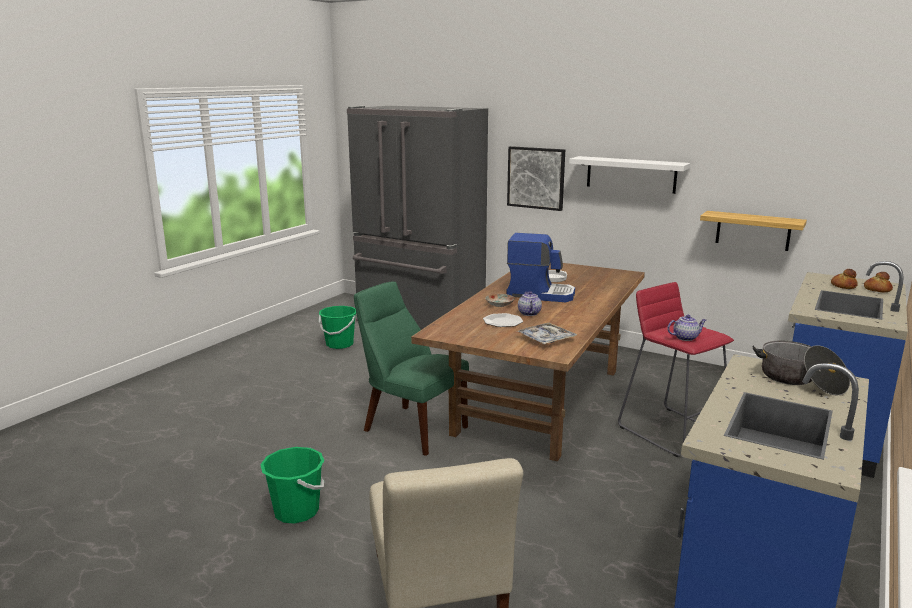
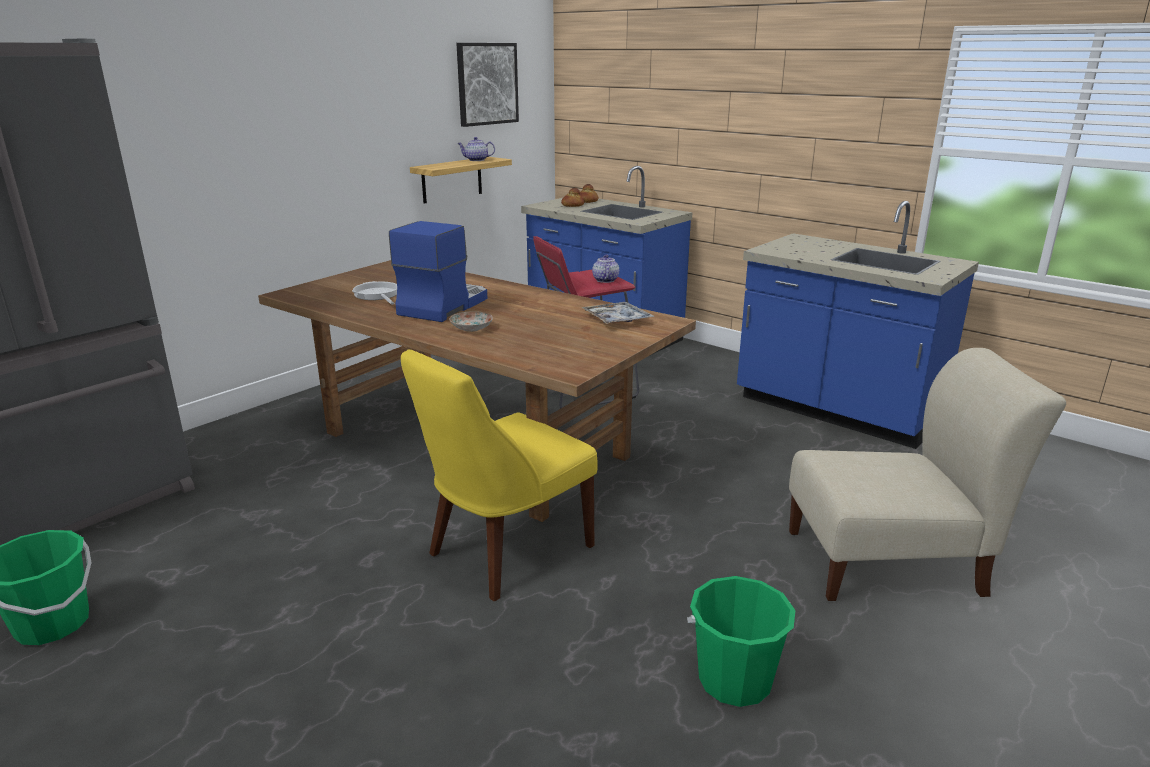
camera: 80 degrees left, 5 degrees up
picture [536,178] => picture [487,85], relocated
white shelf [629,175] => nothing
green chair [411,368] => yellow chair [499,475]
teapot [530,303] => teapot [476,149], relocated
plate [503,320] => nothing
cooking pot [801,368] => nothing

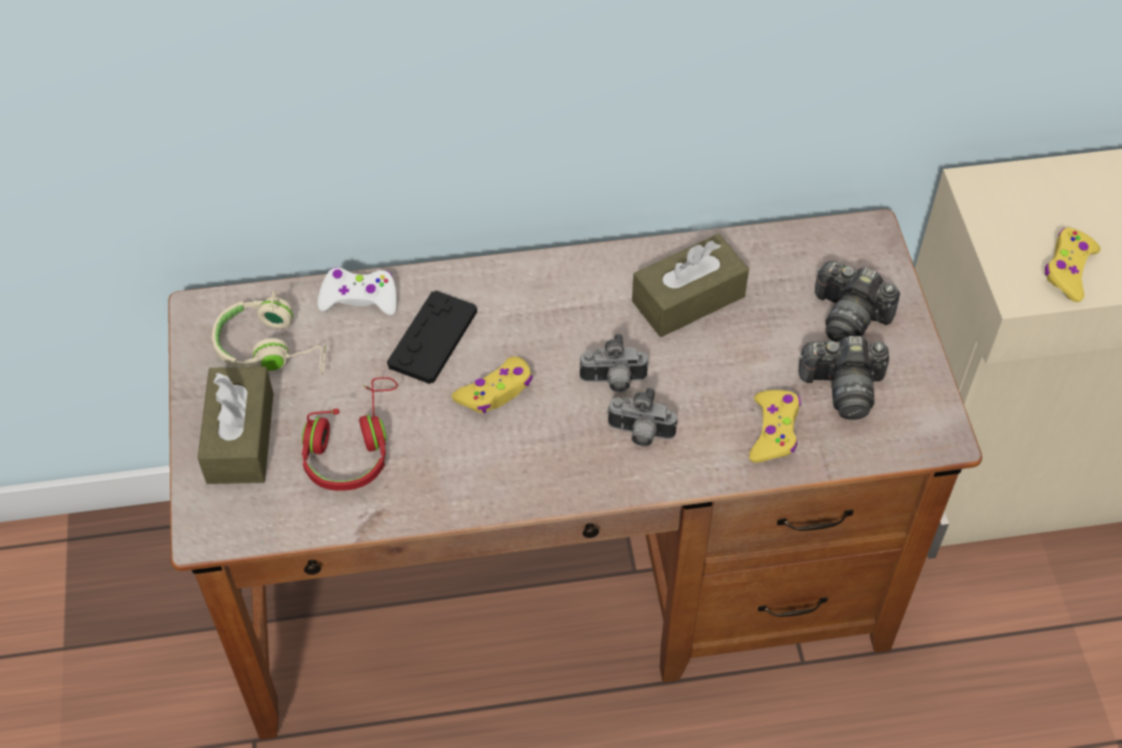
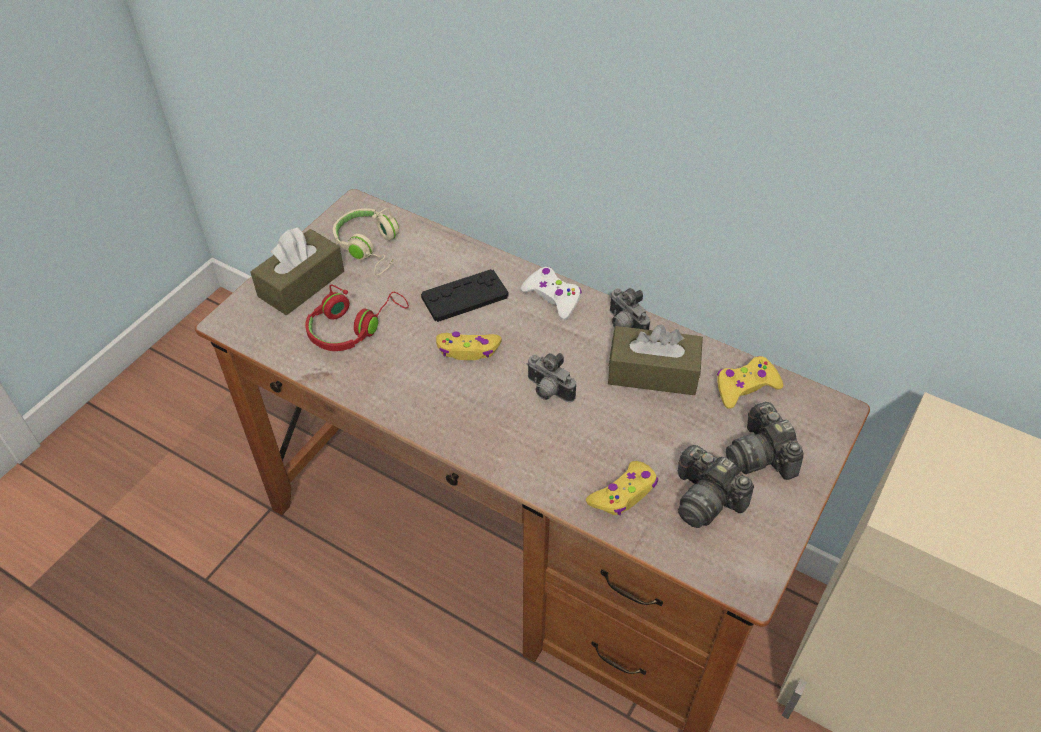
camera: 40 degrees right, 5 degrees down
yellow game controller [1073,265] => yellow game controller [750,382], relocated
white game controller [357,291] => white game controller [551,293], relocated
photo camera [642,416] => photo camera [630,309], relocated

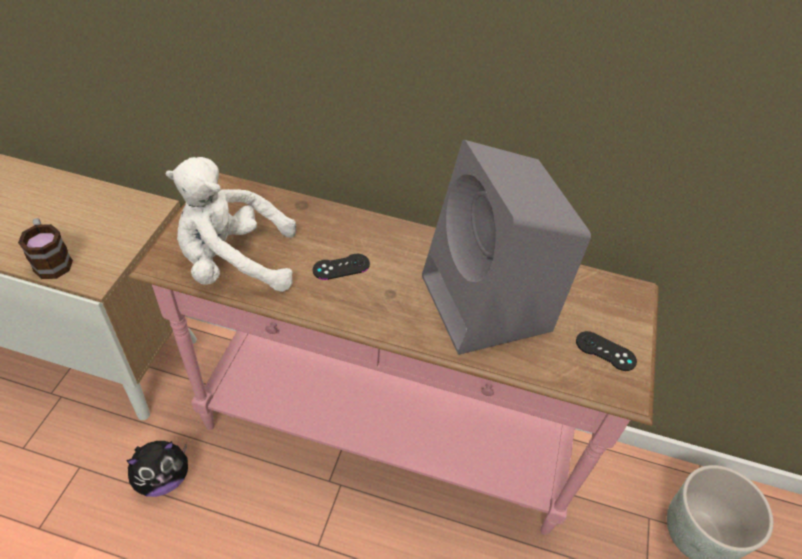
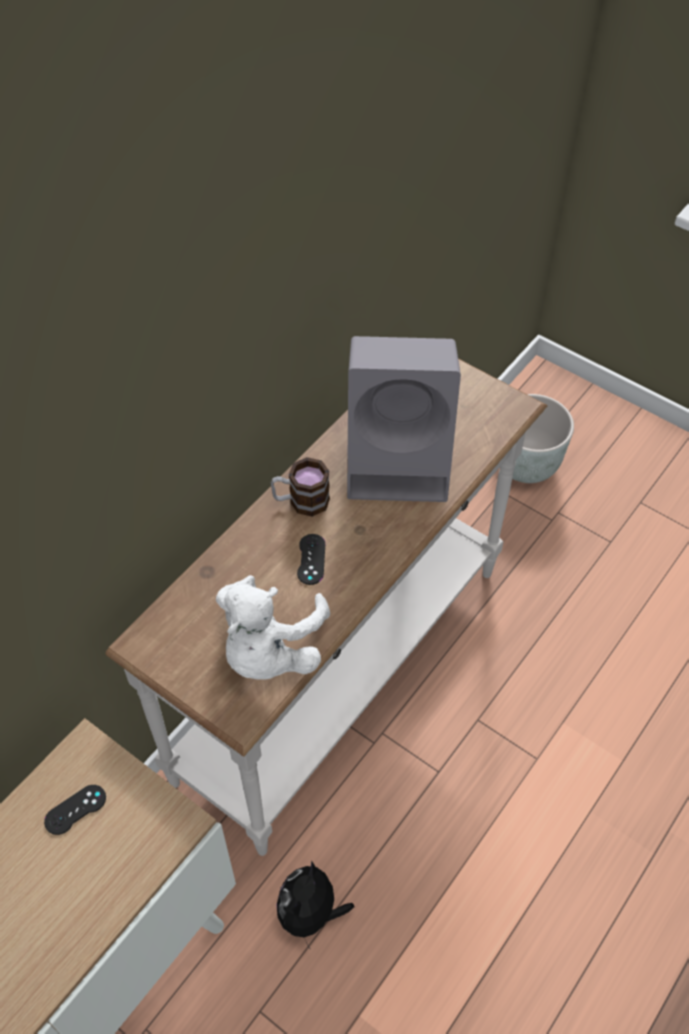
camera: 65 degrees left, 5 degrees up
pink console table [393,354] => white console table [326,607]
mug [45,248] => mug [300,487], relocated
black game controller [606,351] => black game controller [75,810], relocated
plush toy [157,469] => plush toy [316,905], 150 degrees counterclockwise

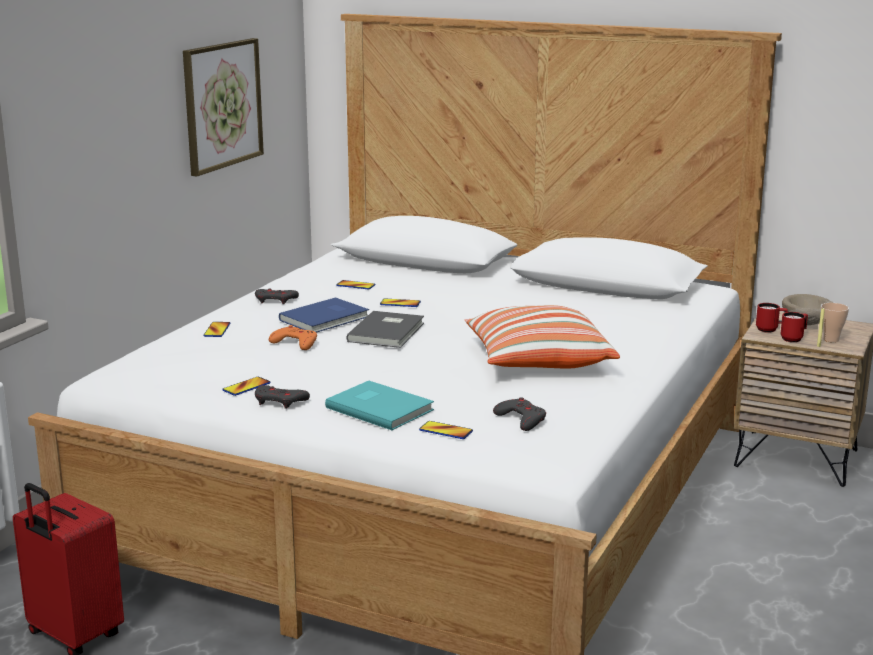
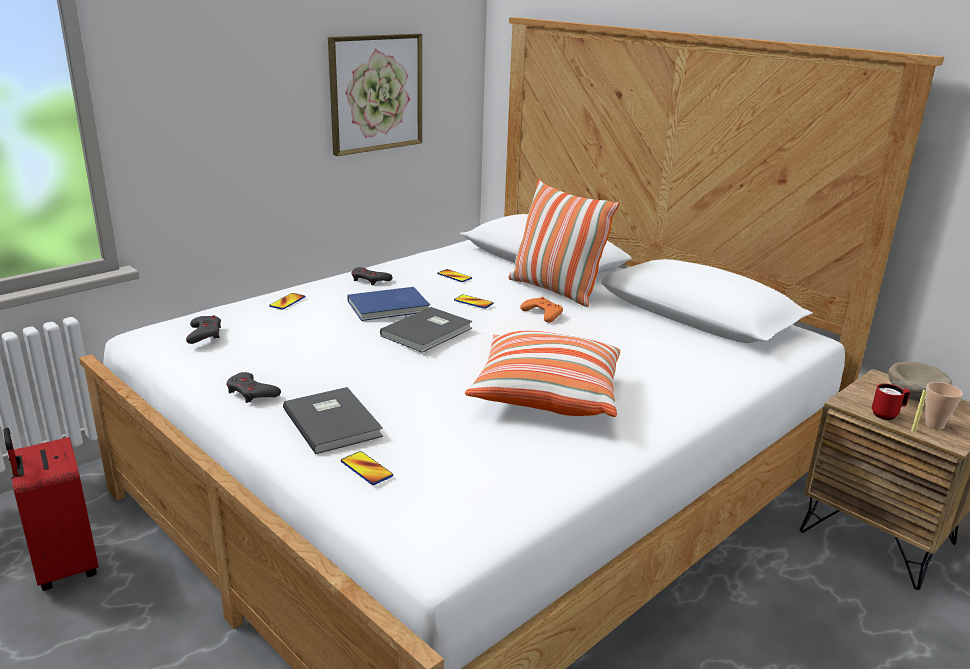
camera: 20 degrees right, 5 degrees up
red mug [772,318] => nothing
orange game controller [293,337] => orange game controller [541,310], relocated
phone [246,386] => nothing
turquoise book [379,405] => grey book [333,421]
grey game controller [519,414] => grey game controller [203,329], relocated
nothing => pillow [564,243]

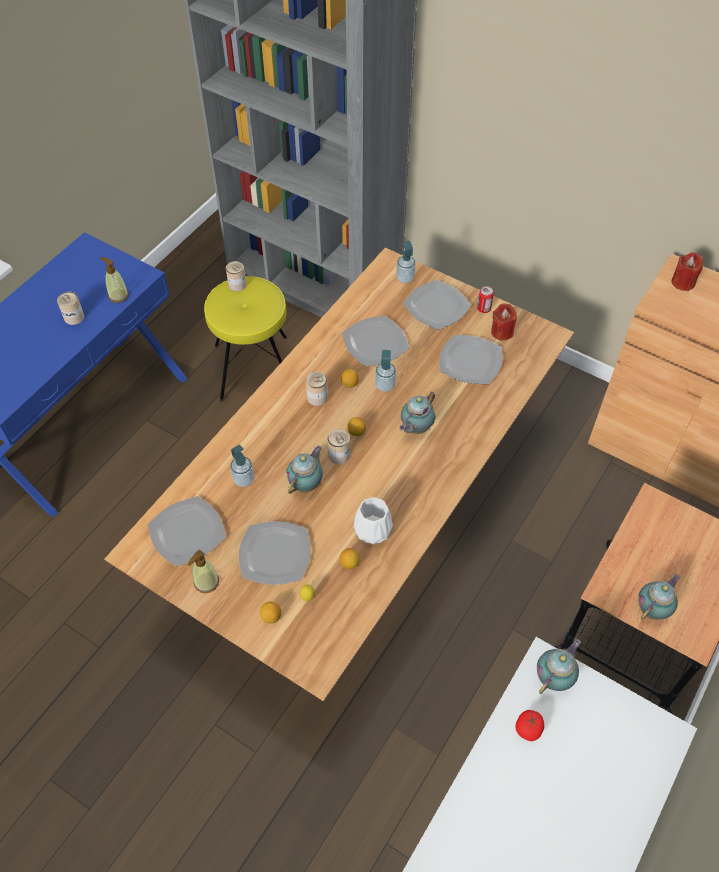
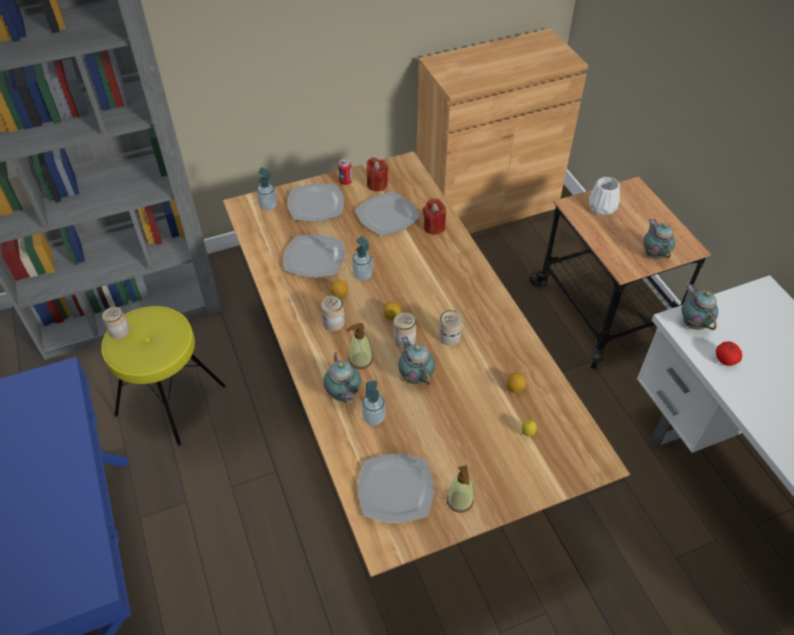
camera: 55 degrees left, 5 degrees down
red candle [687,271] => red candle [434,217], relocated
soap dispenser [114,280] => soap dispenser [359,346], relocated
can [70,308] => can [450,328], relocated
teapot [417,412] => teapot [342,377], relocated
white vase [373,520] => white vase [604,196], relocated
plate [275,553] => nothing
lemon [270,612] => nothing

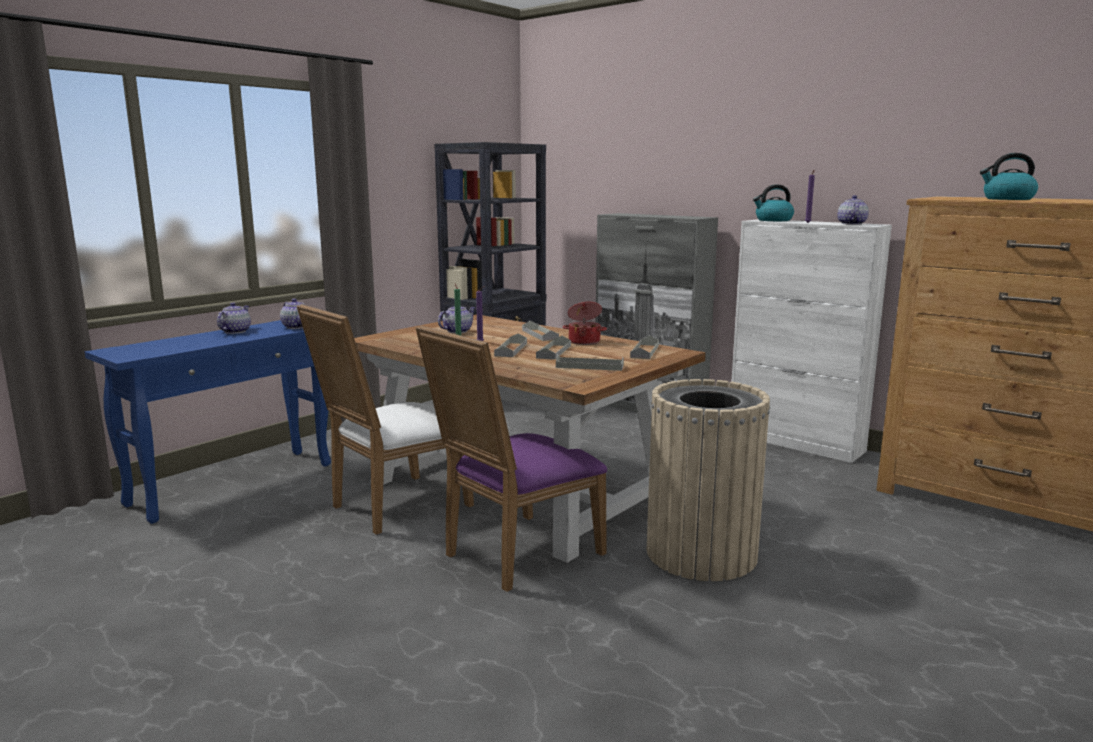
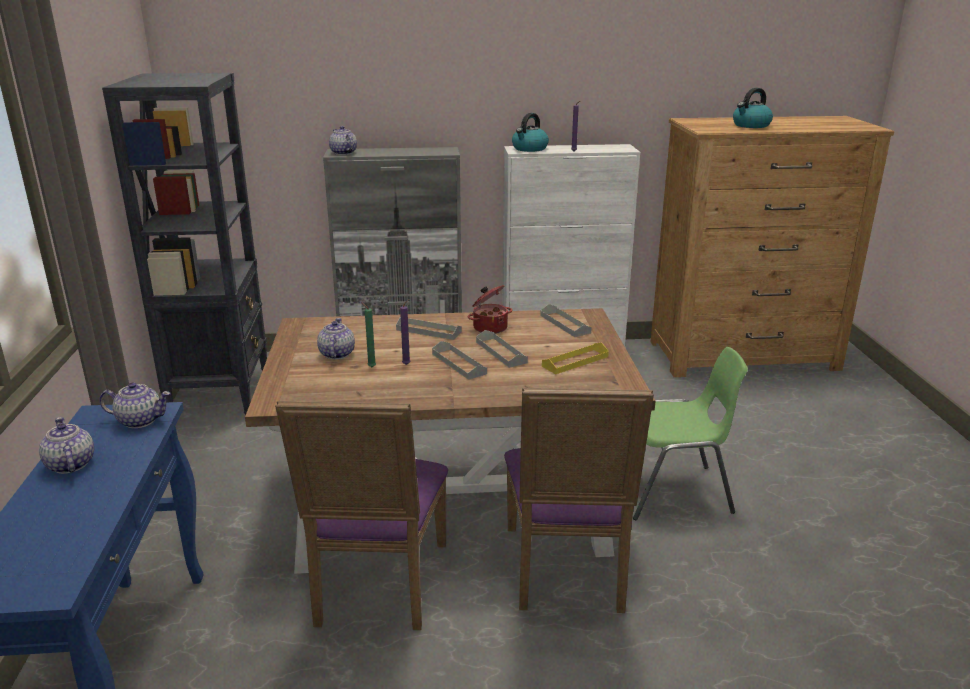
camera: 45 degrees left, 10 degrees up
teapot [853,210] => teapot [343,140], relocated
white chair [385,419] => purple chair [361,515]
grey tray [590,362] => yellow tray [575,358]
beige trash can [708,480] => green chair [690,433]

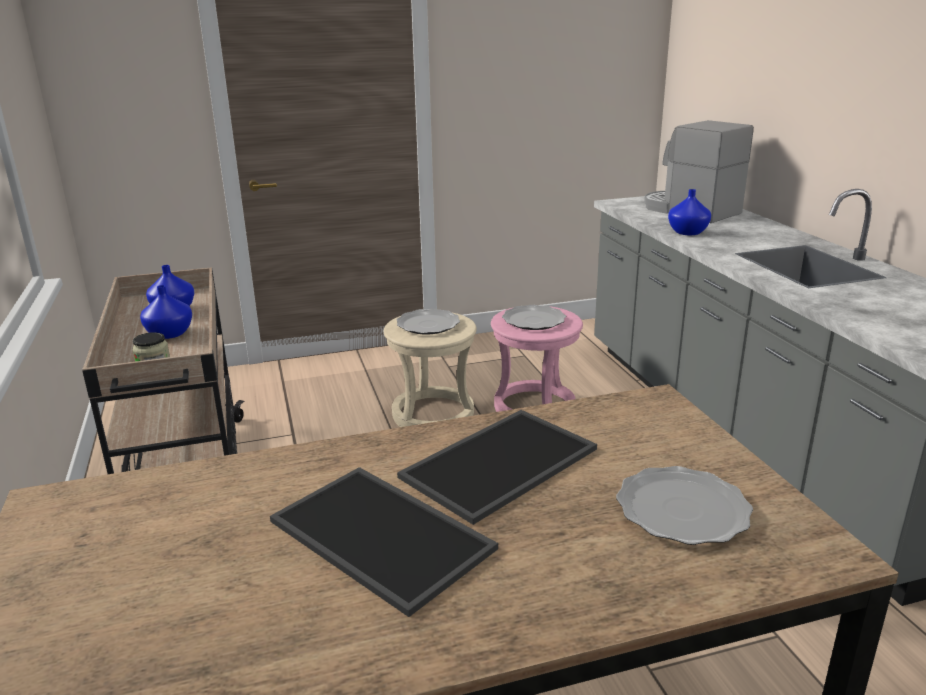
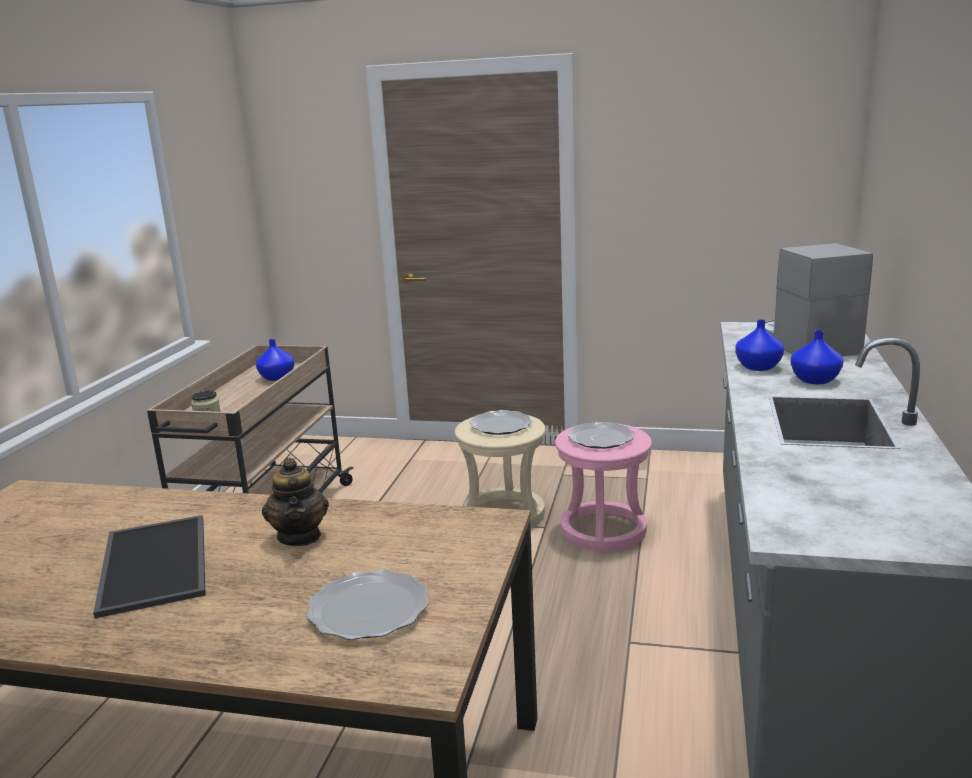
camera: 30 degrees right, 5 degrees down
blue vase [166,312] => blue vase [817,357], relocated
tray [497,467] => teapot [295,502]

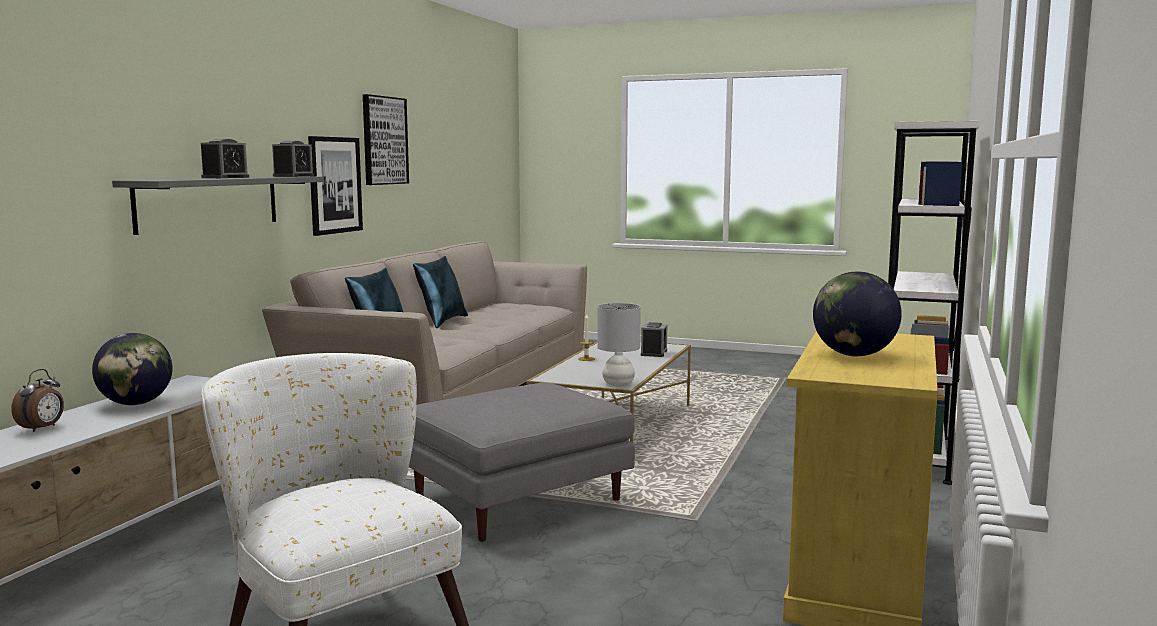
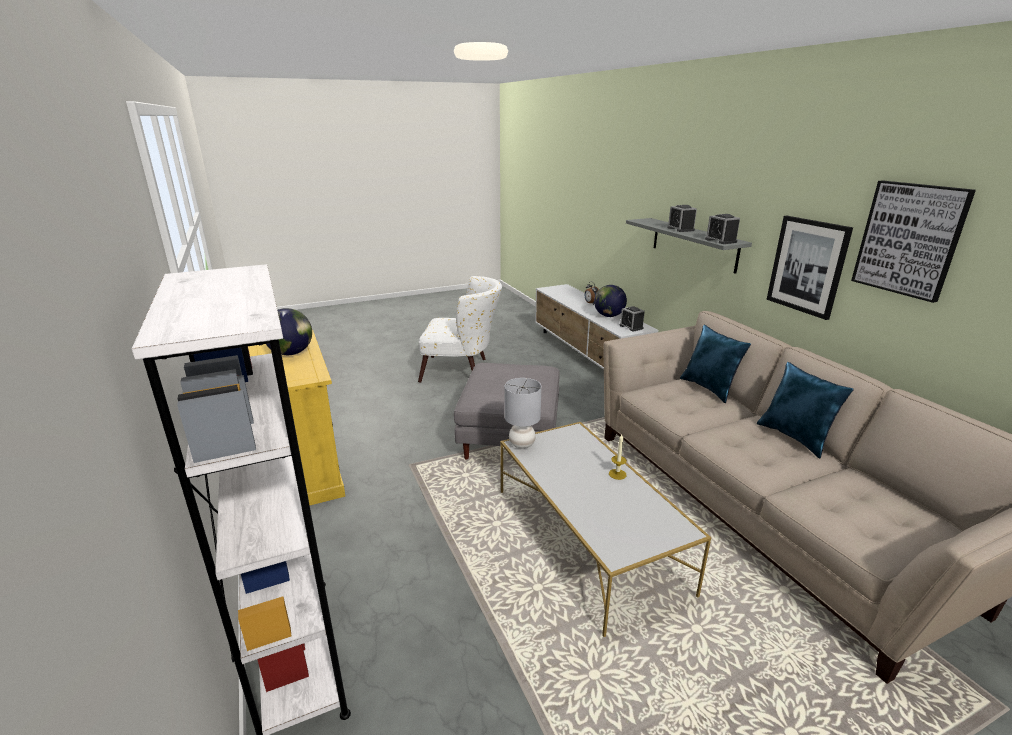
camera: 135 degrees right, 15 degrees up
alarm clock [654,339] => alarm clock [632,319], relocated

